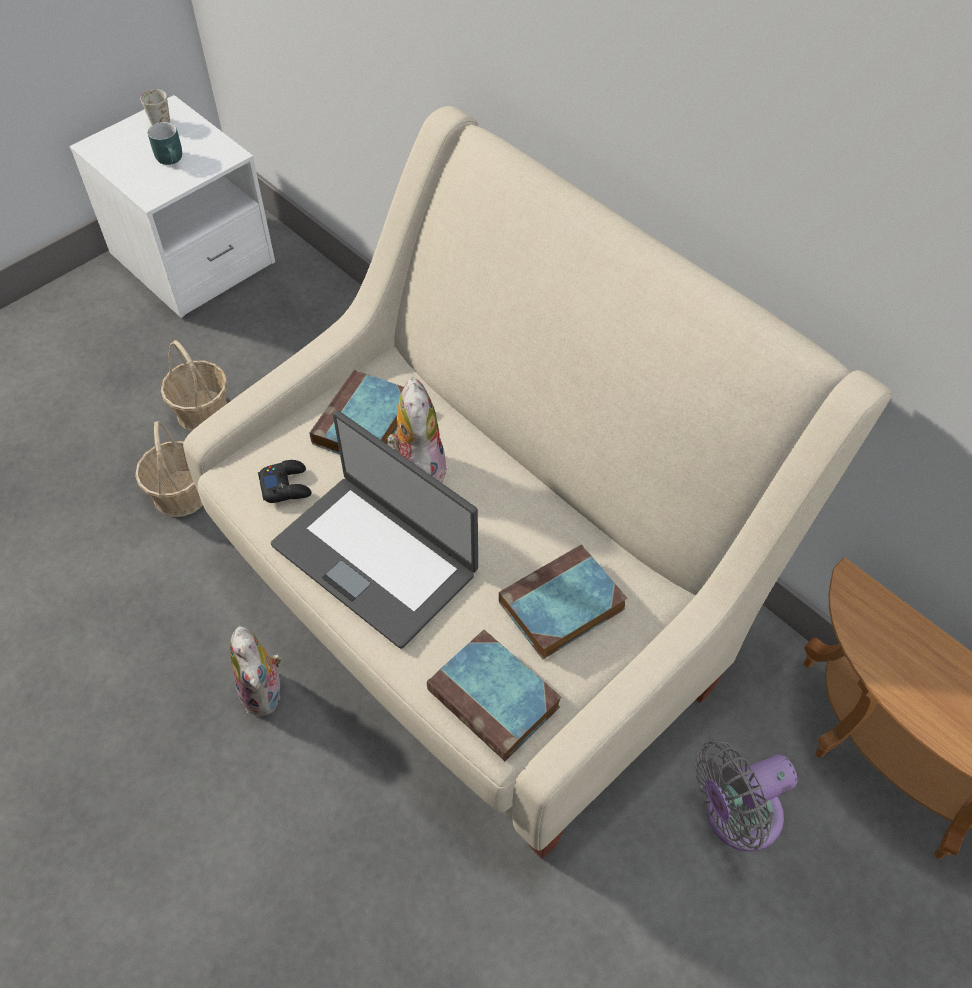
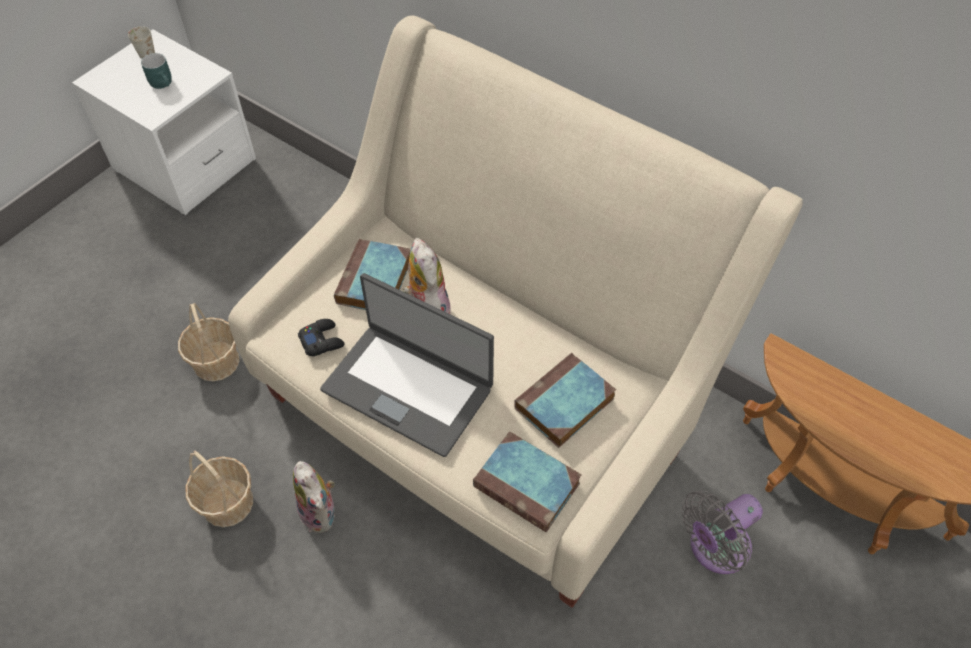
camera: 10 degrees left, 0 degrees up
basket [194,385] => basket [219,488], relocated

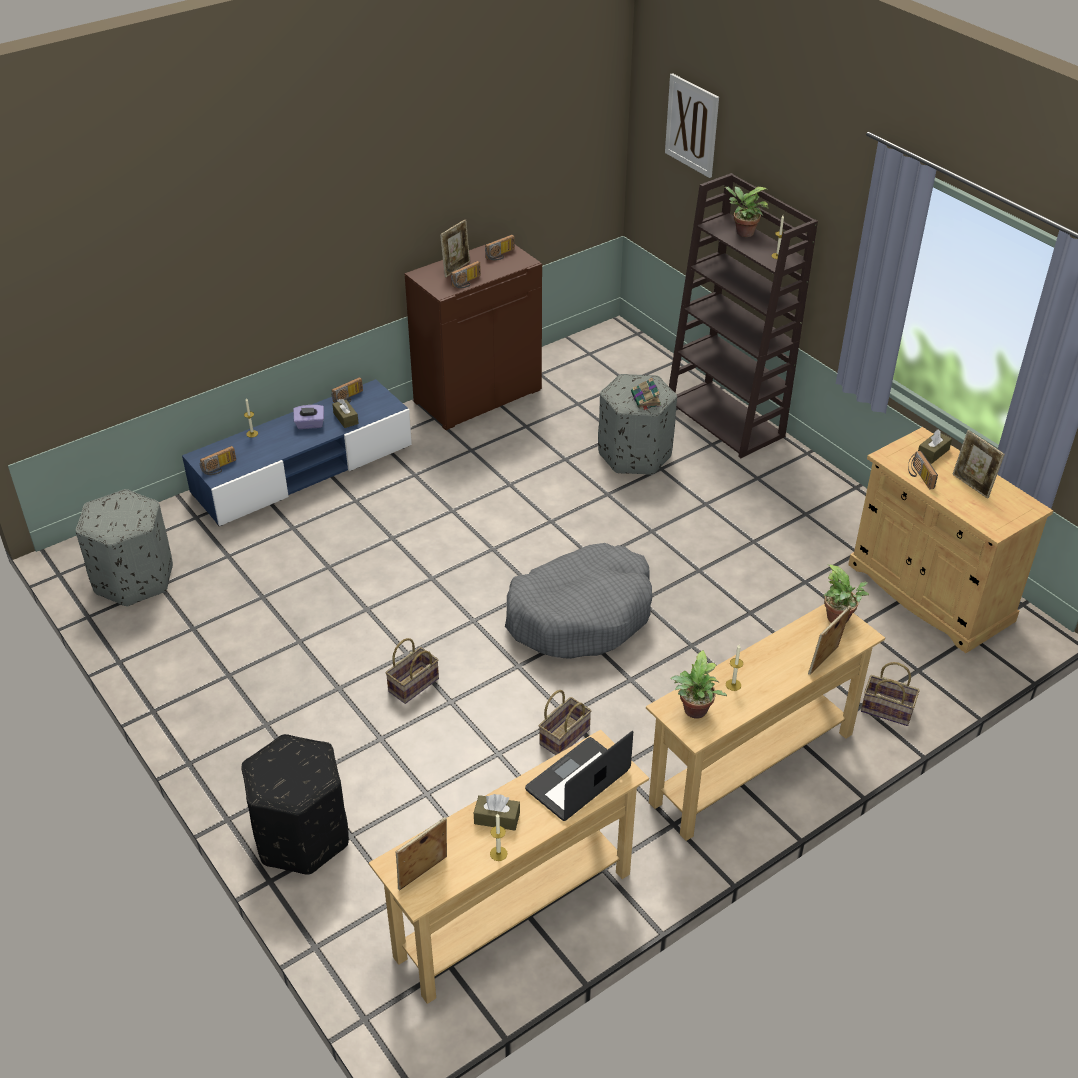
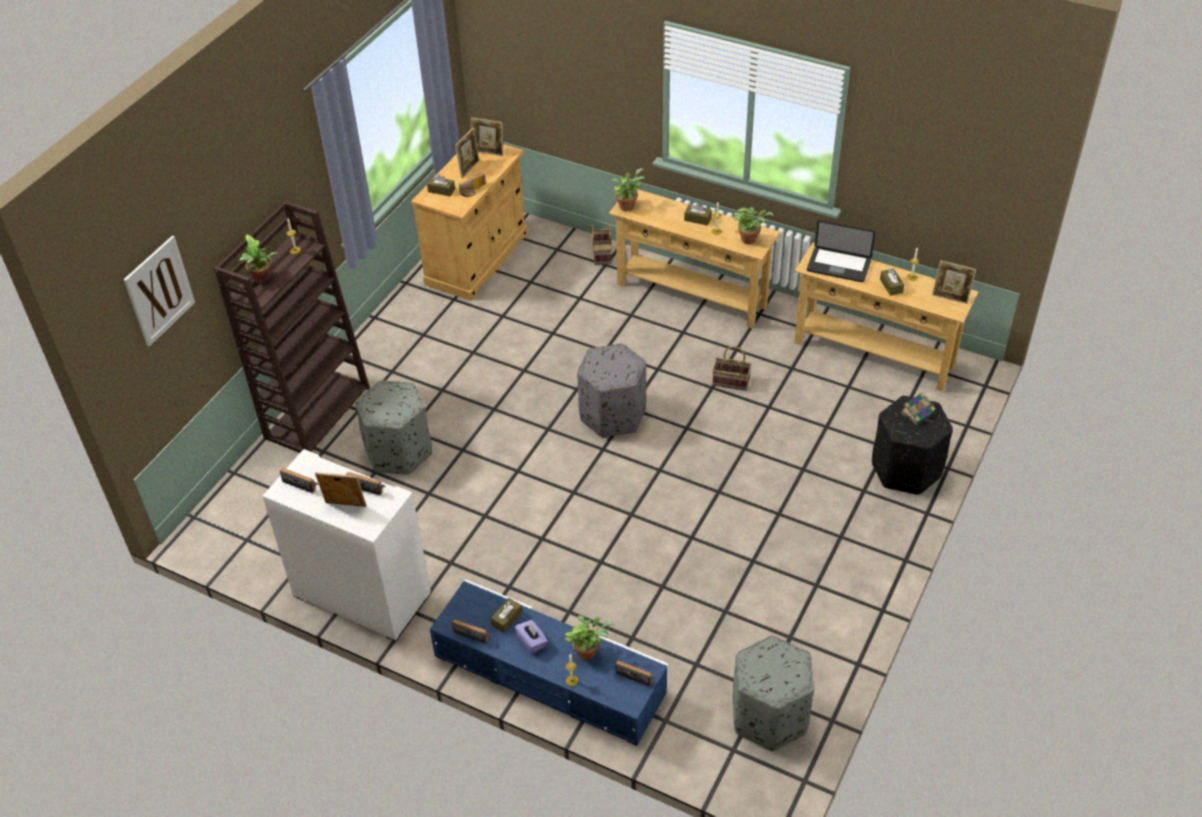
camera: 115 degrees left, 5 degrees up
brown cabinet [473,337] => white cabinet [346,545]
book [646,394] => book [918,408], relocated
grey dog bed [578,601] => grey ottoman [611,390]
picture frame [829,640] => picture frame [487,136], relocated
basket [412,671] => nothing
nothing => brown tissue box [698,214]
nothing => potted plant [589,637]

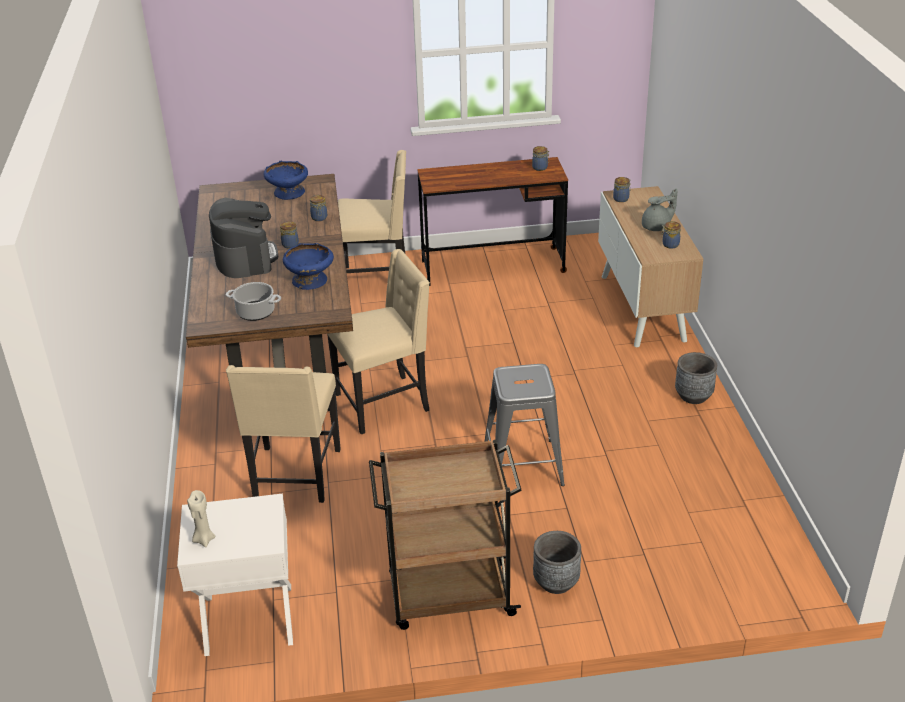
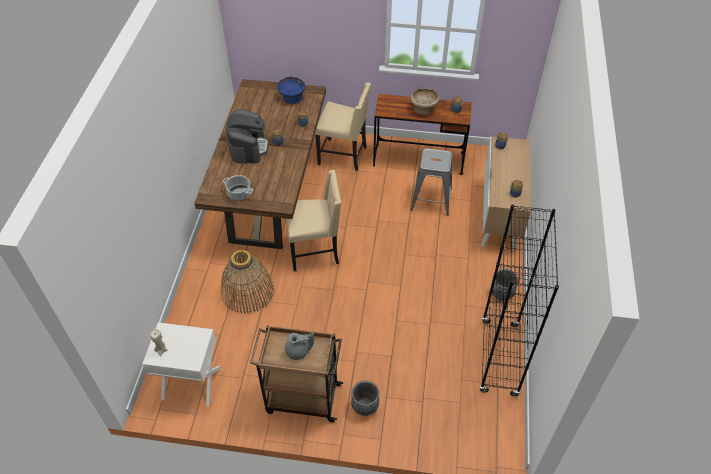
camera: 15 degrees right, 15 degrees up
grey teapot [659,209] => grey teapot [299,346], relocated
blue bowl [308,266] => nothing
grey stool [525,425] => grey stool [431,182], relocated
beige chair [283,434] => basket [247,282]
nothing => beige bowl [424,101]
nothing => black bookcase [519,300]

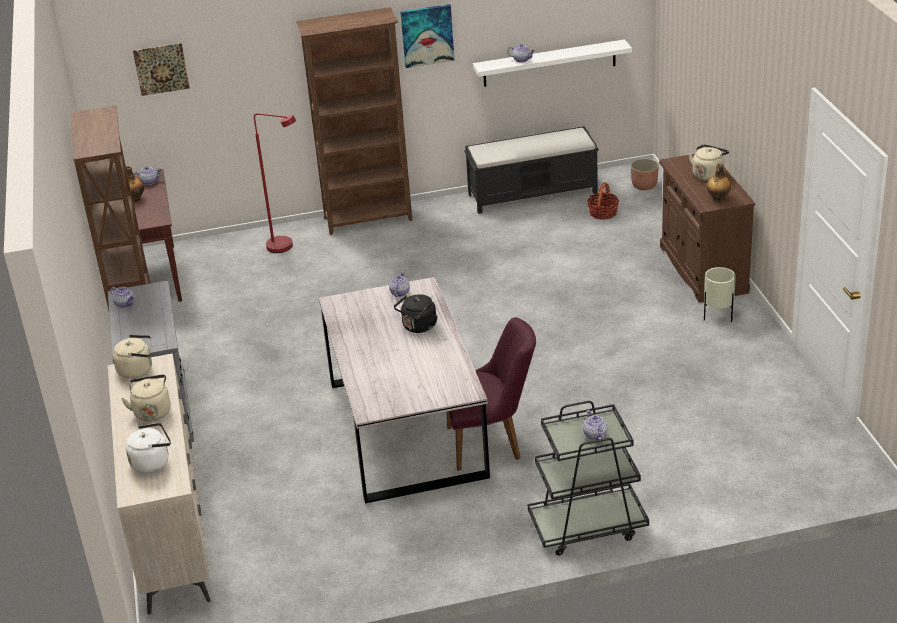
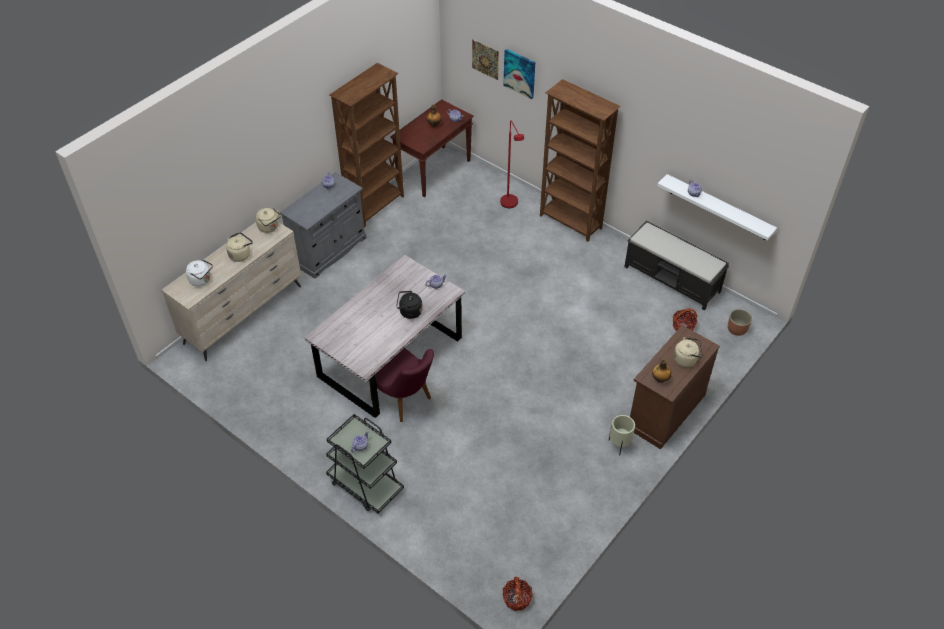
camera: 50 degrees right, 15 degrees up
picture [427,36] => picture [519,74], relocated
nothing => basket [518,593]

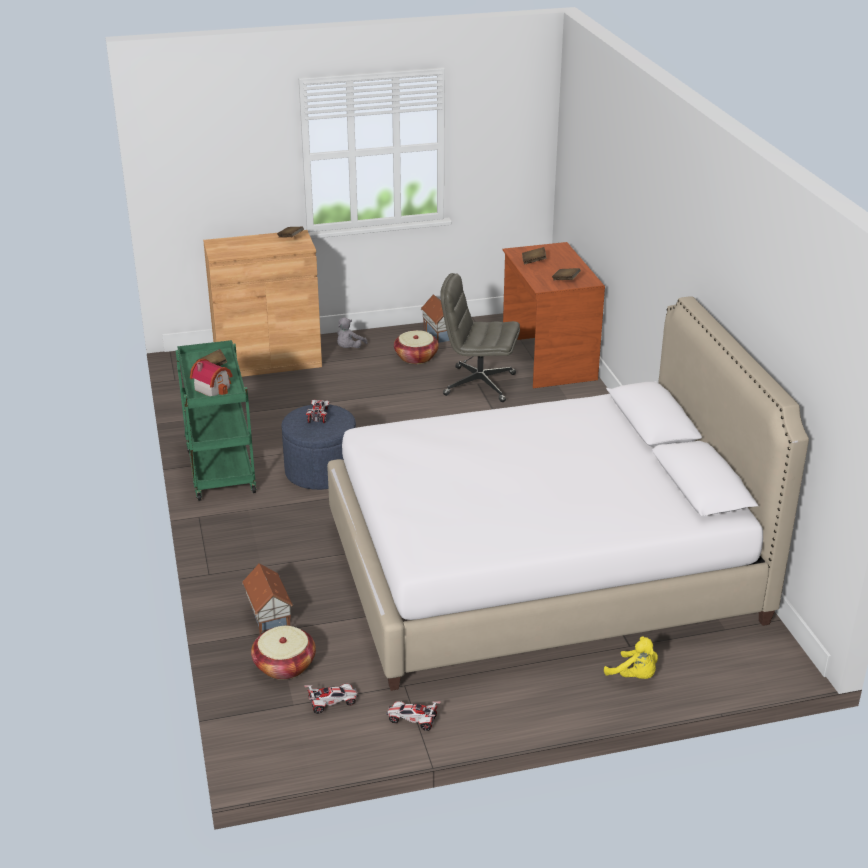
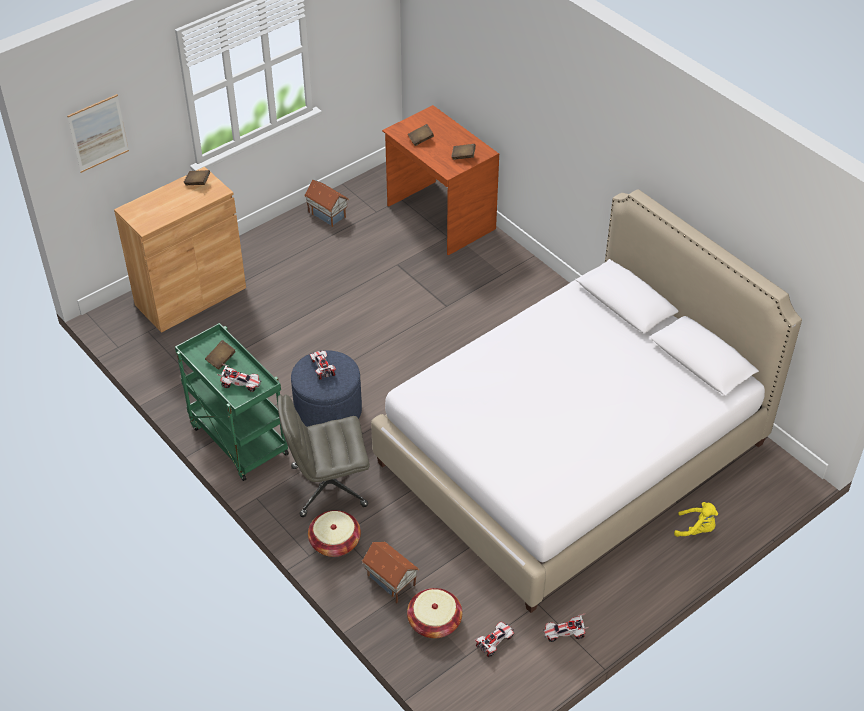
camera: 25 degrees left, 15 degrees up
grey office chair [480,337] => grey office chair [324,455], relocated
grey plush toy [352,332] => nothing
basket [416,347] => basket [334,533], relocated
toy house [211,377] => toy car [239,378]
nothing => picture [98,133]

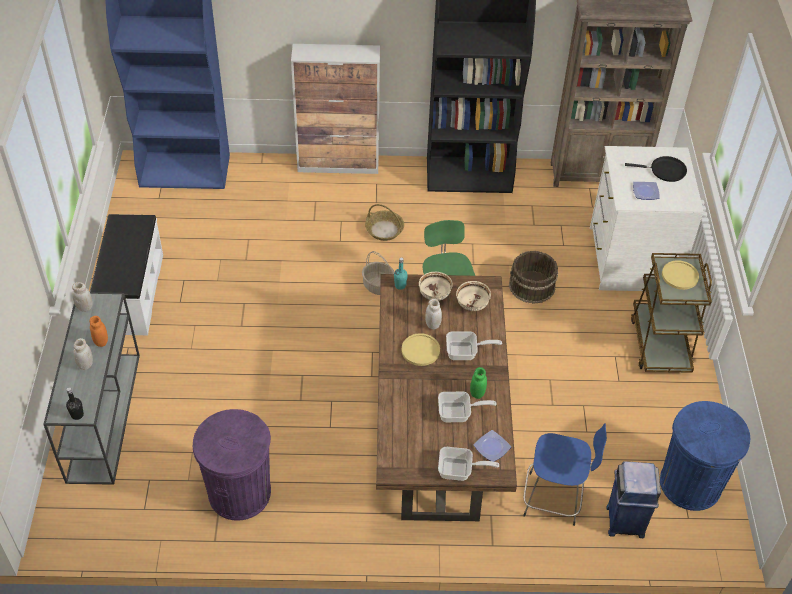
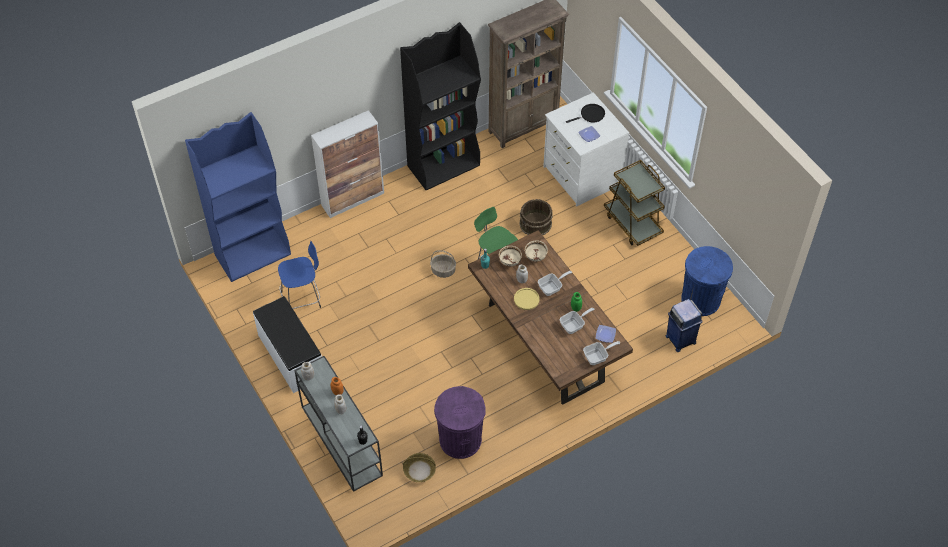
camera: 30 degrees left, 5 degrees up
basket [384,222] => basket [419,467], relocated
yellow plate [680,275] => nothing
blue stool [565,474] => blue stool [299,275], relocated

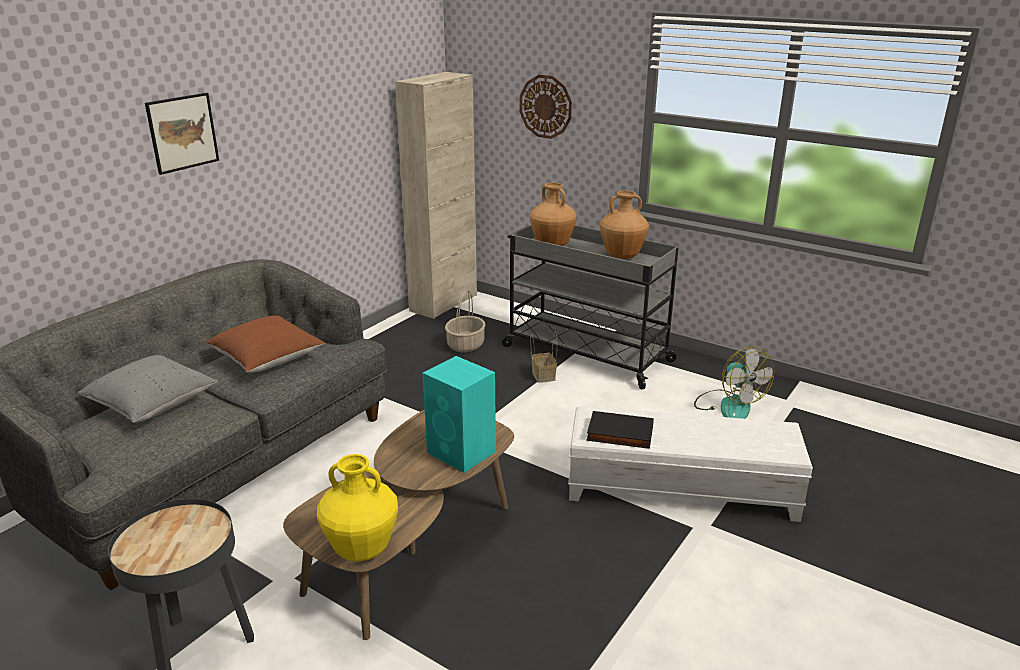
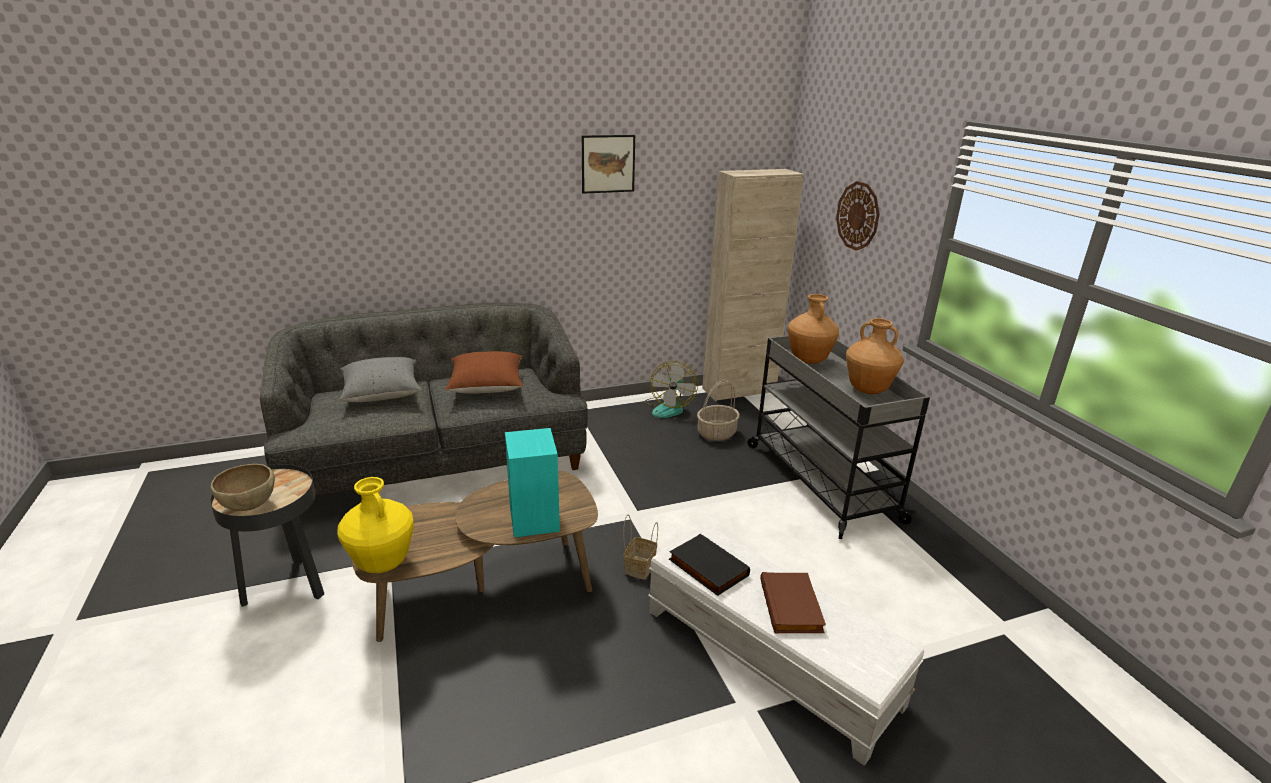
camera: 35 degrees right, 0 degrees up
picture [182,134] => picture [608,164], relocated
basket [543,357] => basket [640,547], relocated
fan [734,382] => fan [671,389], relocated
nothing => brown bowl [242,487]
nothing => brown book [793,602]

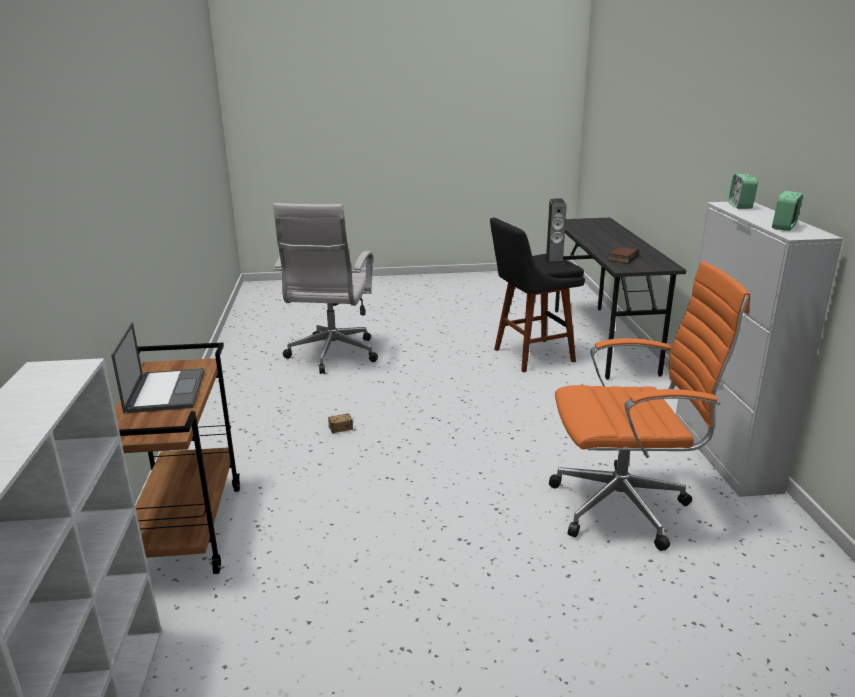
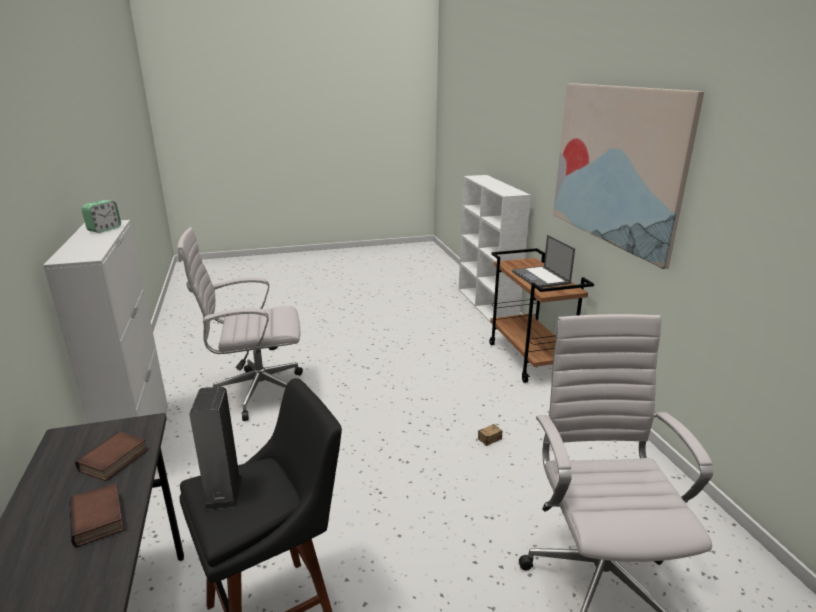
camera: 170 degrees right, 0 degrees up
alarm clock [743,191] => nothing
orange office chair [650,406] => white office chair [240,324]
nothing => picture [628,176]
nothing => book [96,515]

